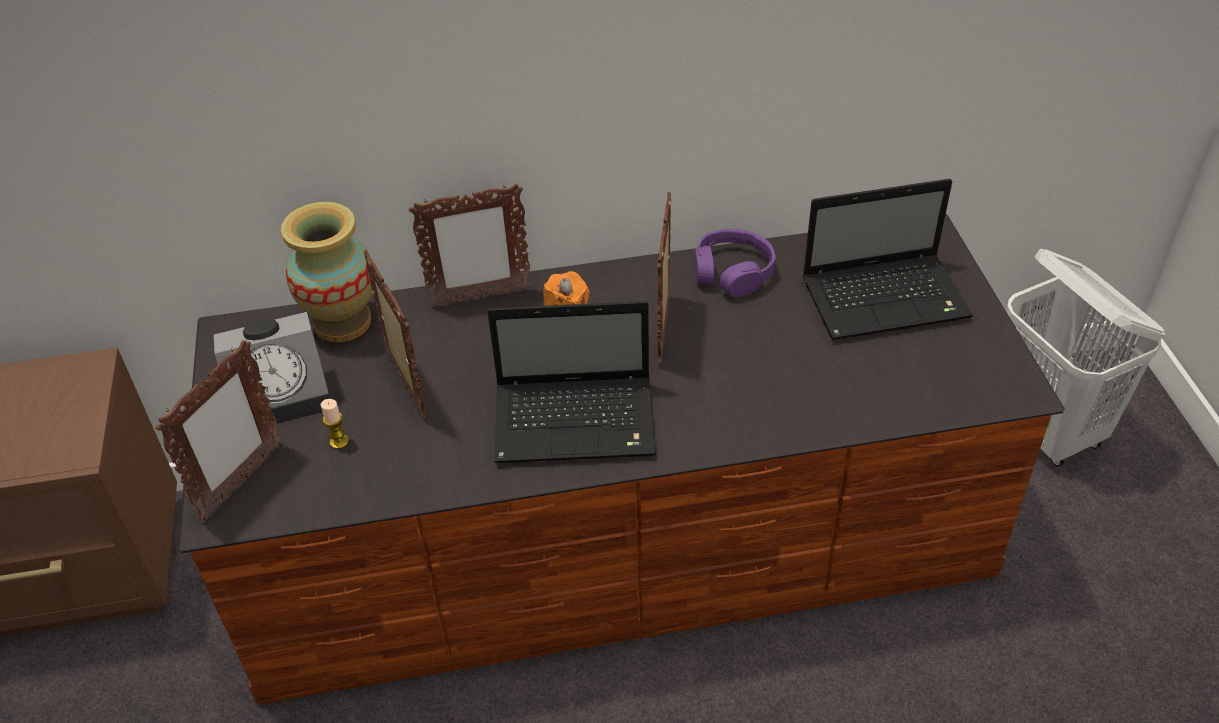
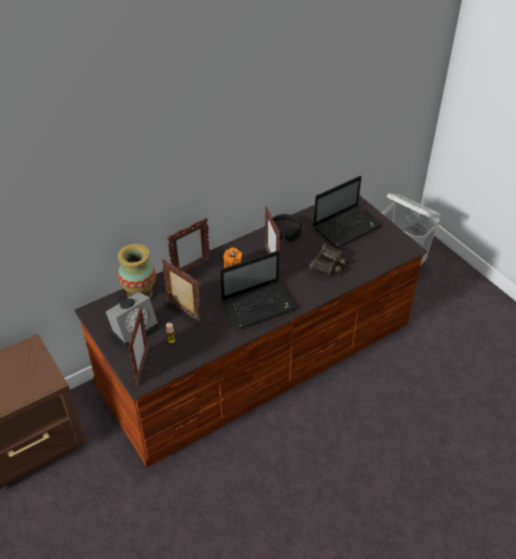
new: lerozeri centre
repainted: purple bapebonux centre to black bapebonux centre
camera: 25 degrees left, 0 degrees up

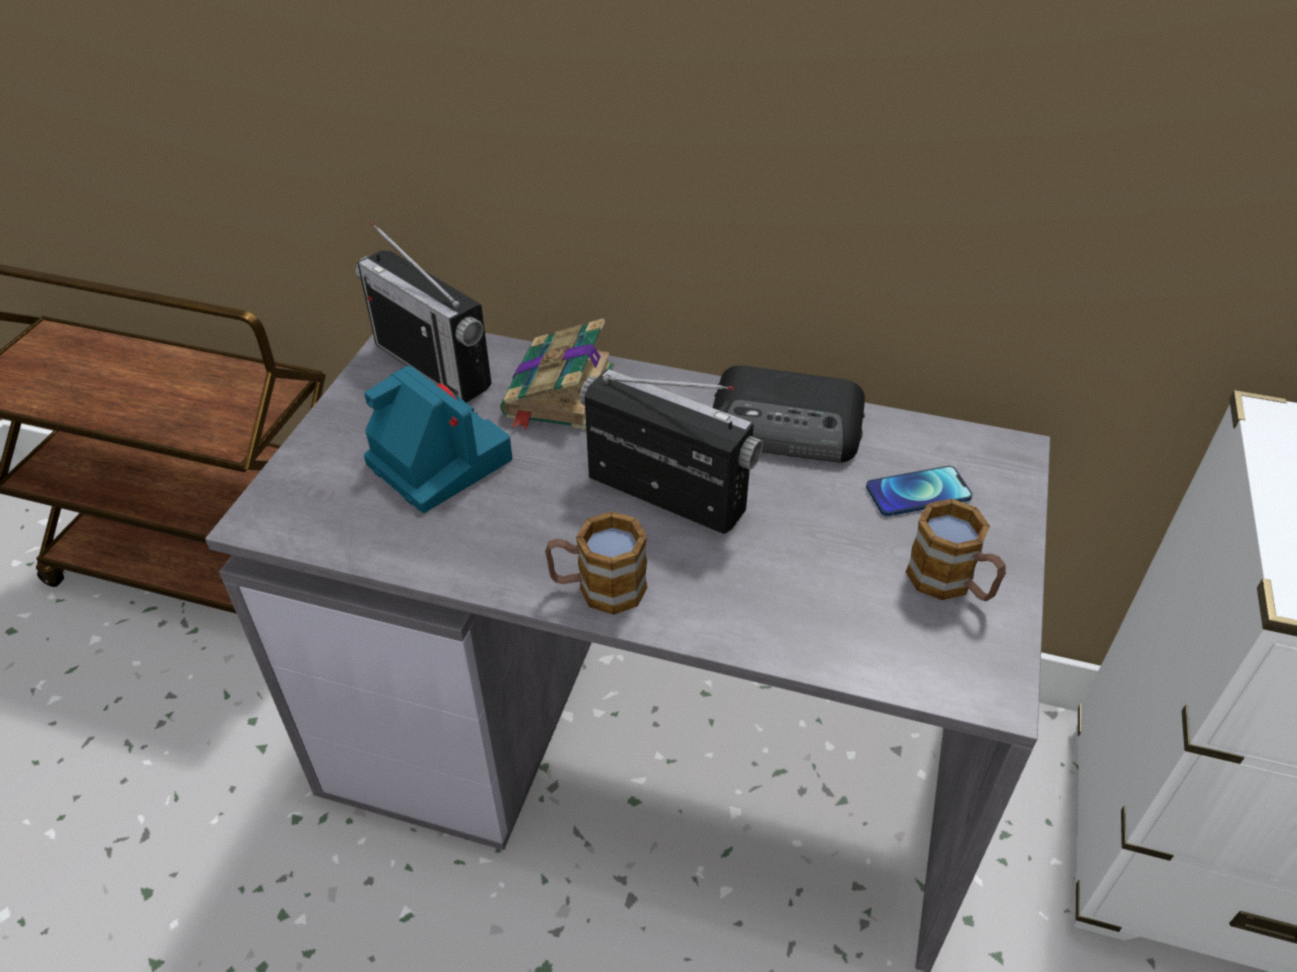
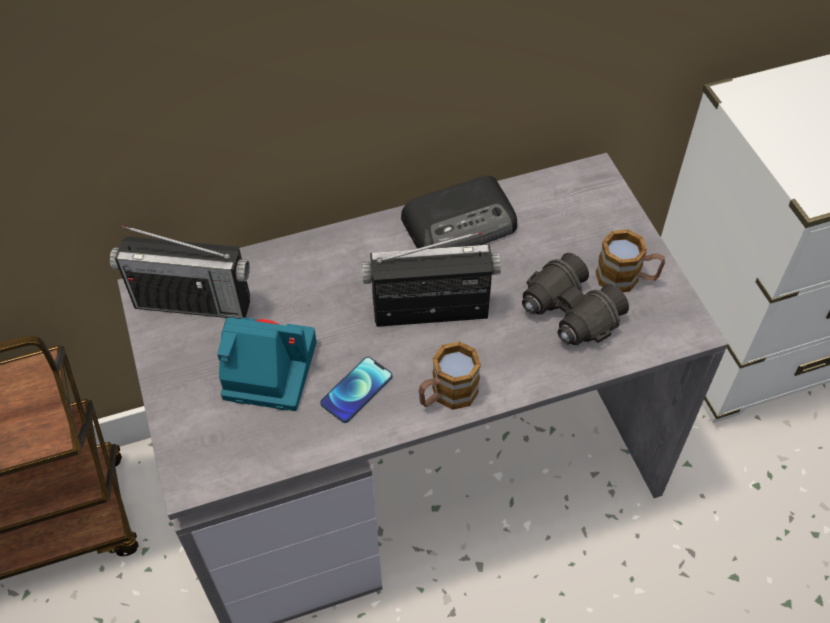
gone: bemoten centre
new: black lerozeri middle right
shifted: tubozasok middle right to centre
camera: 35 degrees left, 10 degrees up

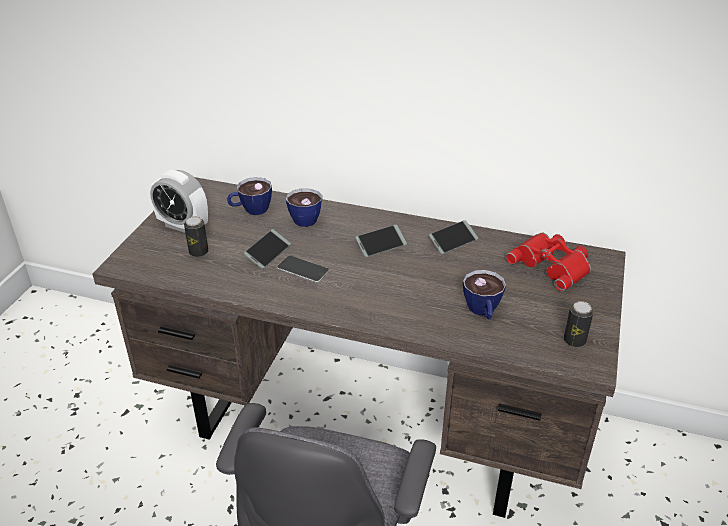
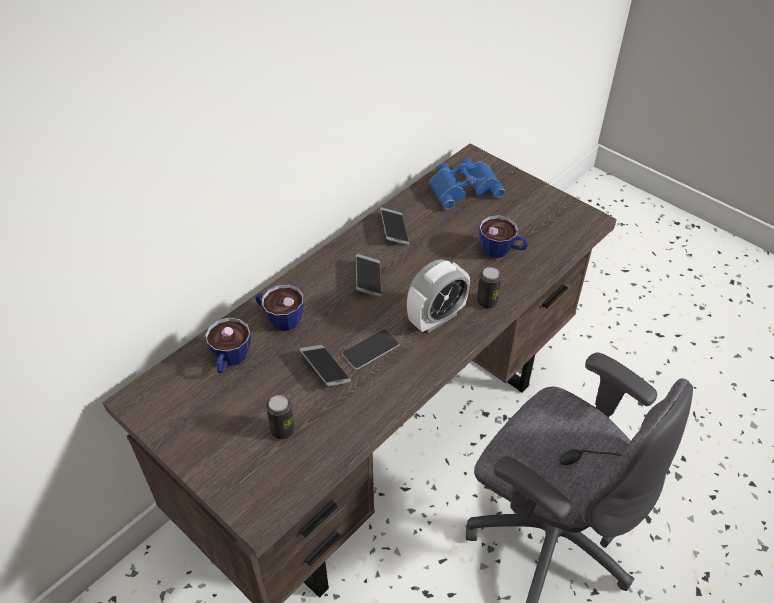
shifted: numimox middle left to centre; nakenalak (no. 2 from left) middle right to centre
repainted: red lerozeri middle right to blue lerozeri top centre
camera: 65 degrees left, 10 degrees up

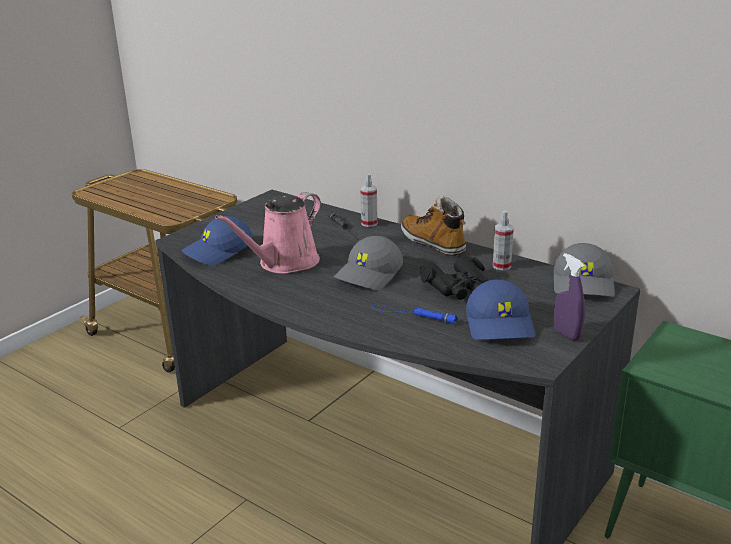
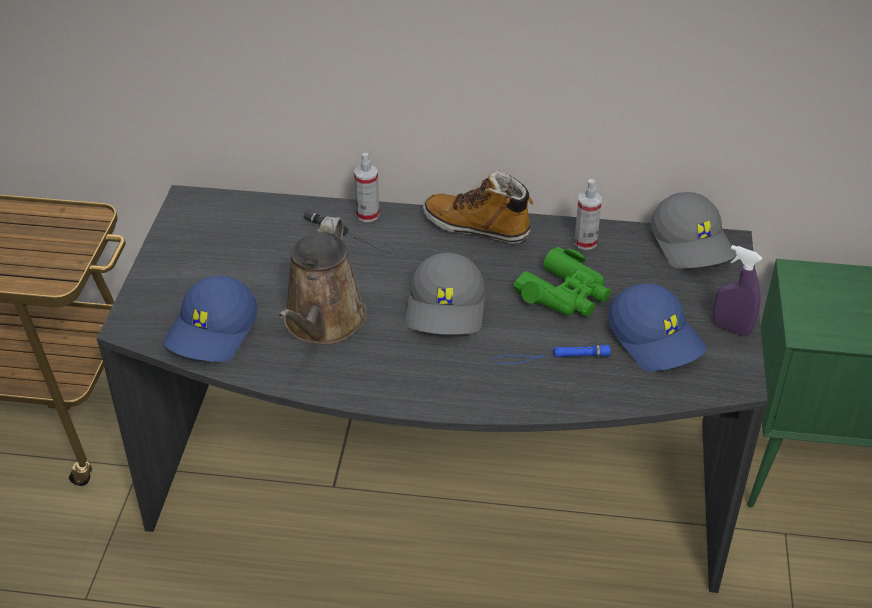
repainted: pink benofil centre to brown benofil centre; black lerozeri centre to green lerozeri centre
camera: 30 degrees left, 15 degrees up

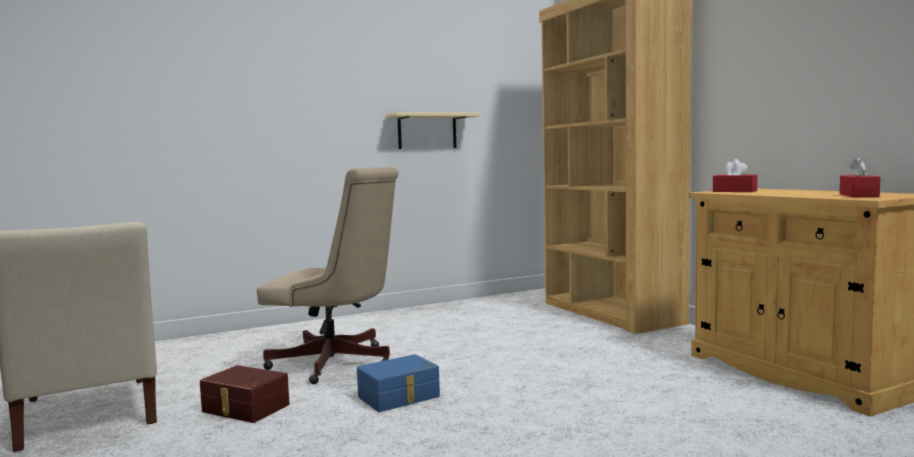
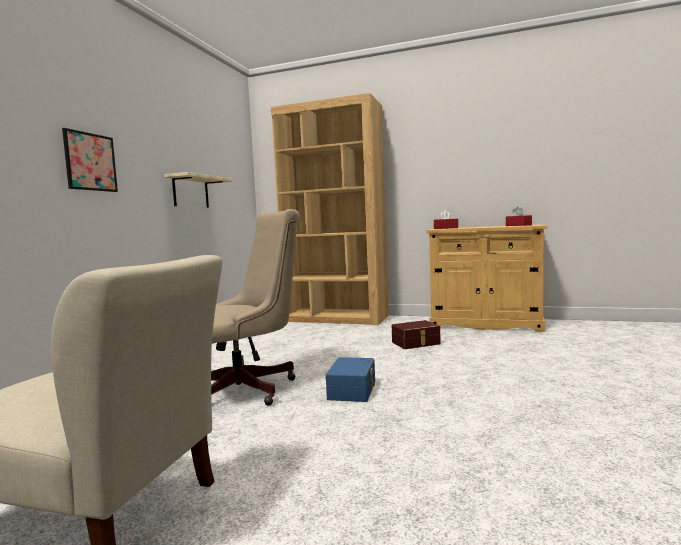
new: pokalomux top left
shifted: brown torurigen bottom left to centre
camera: 45 degrees left, 0 degrees up

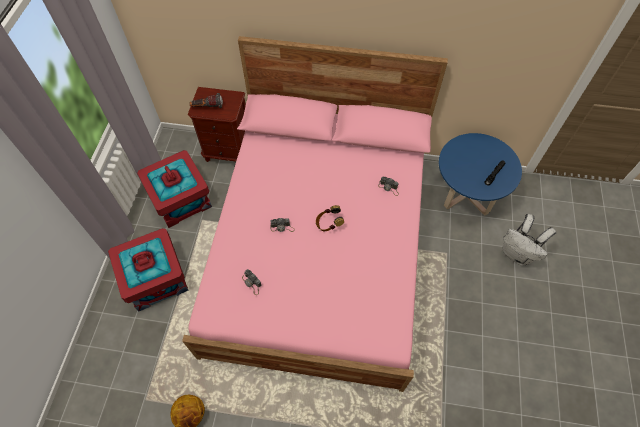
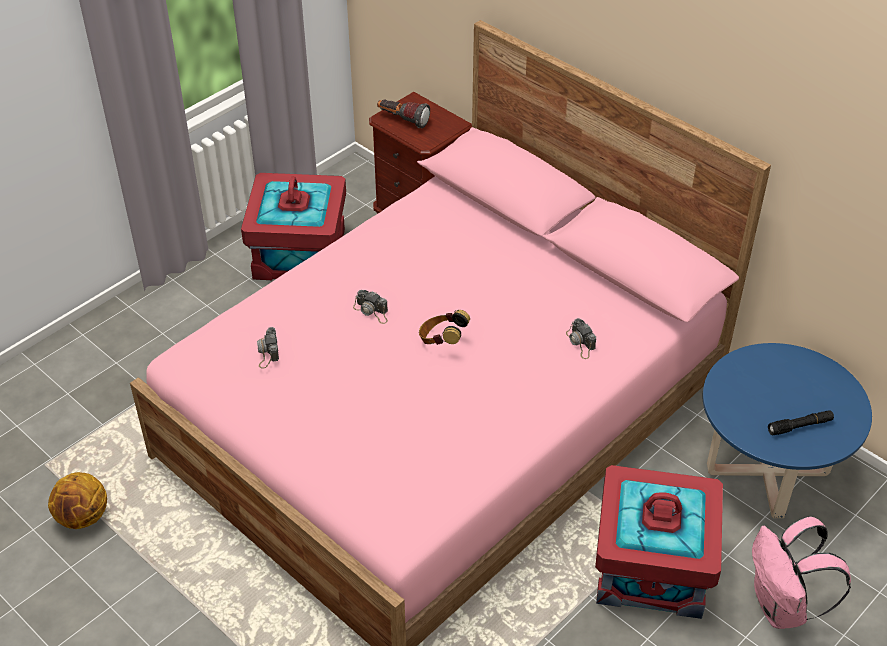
shifted: red torurigen (no. 1 from left in the first image) middle left to red torurigen (no. 2 from left) bottom right
repainted: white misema middle right to pink misema bottom right
camera: 35 degrees right, 15 degrees down

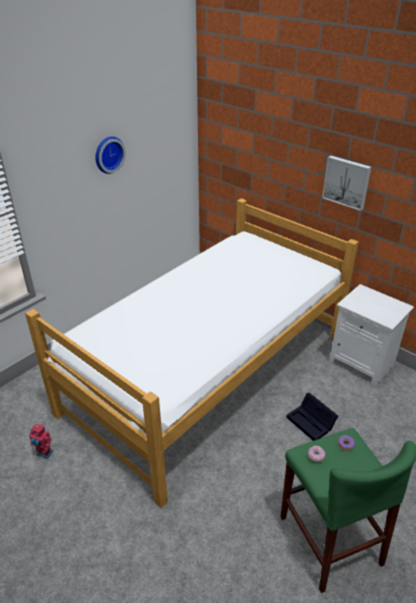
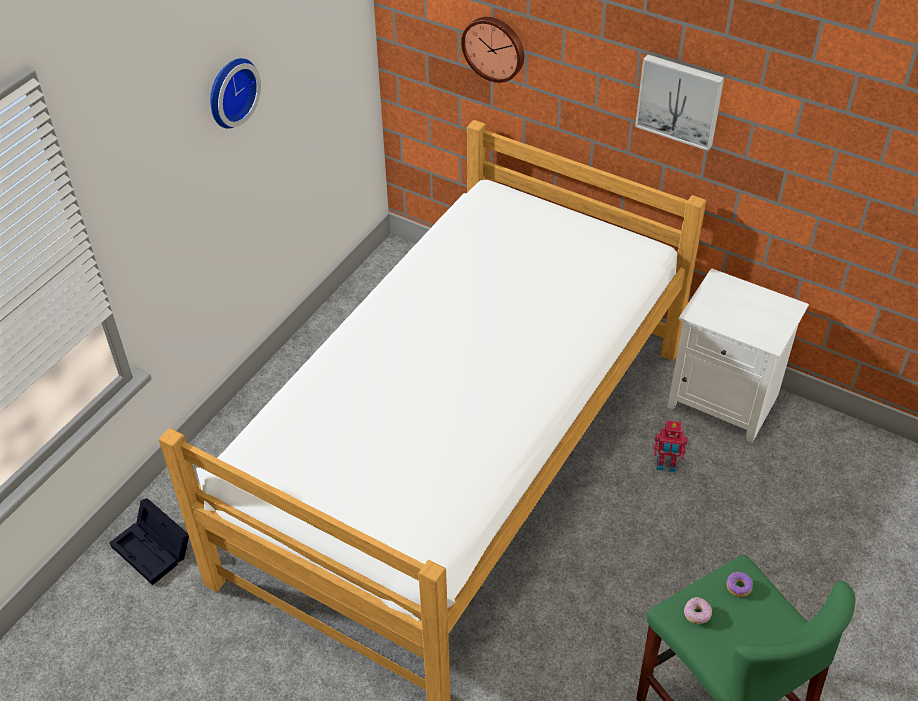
new: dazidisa (no. 2 from left) top centre
shifted: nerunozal bottom left to middle right; black torurigen bottom right to bottom left
camera: 10 degrees left, 10 degrees up

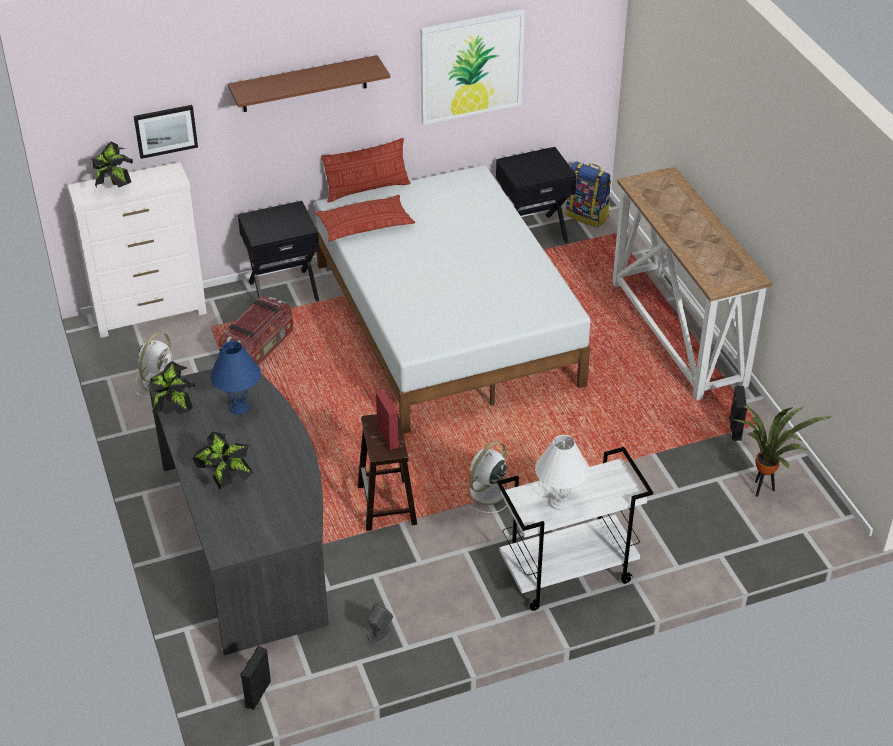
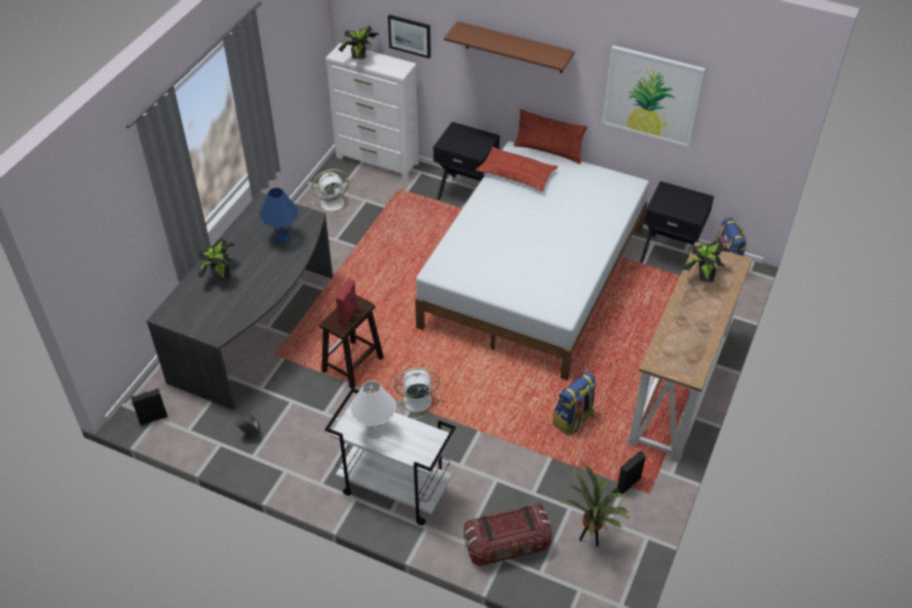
new: misema (no. 1 from left) centre
shifted: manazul (no. 2 from left in the first image) middle left to manazul (no. 4 from left) middle right; torurigen middle left to bottom centre
camera: 45 degrees right, 5 degrees up

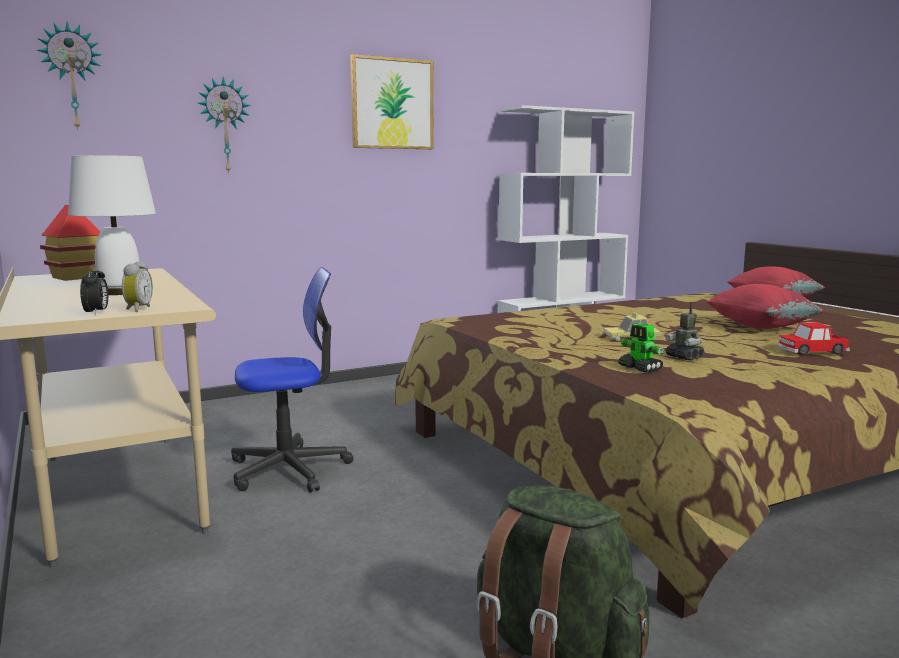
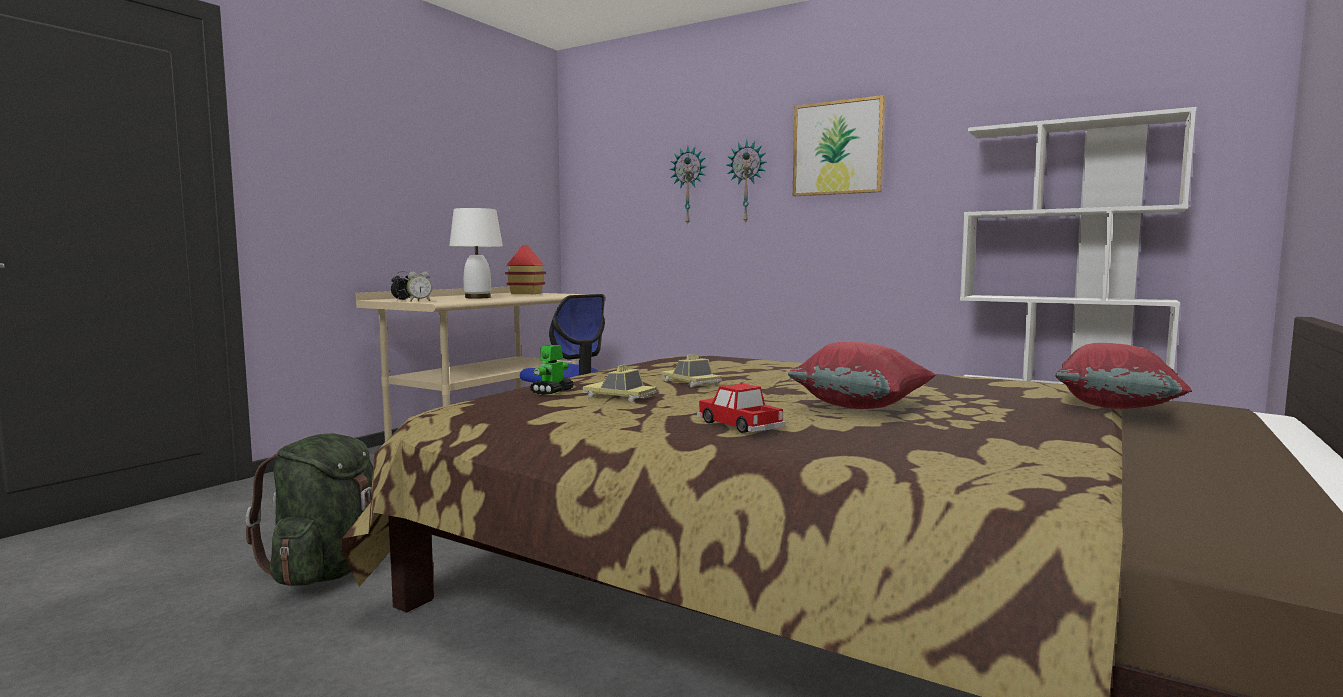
shifted: dazidisa (no. 1 from left in the first image) top left to dazidisa (no. 2 from left) top centre
swapped: nerunozal (no. 2 from left) middle right to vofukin (no. 1 from left) centre
camera: 60 degrees right, 5 degrees down

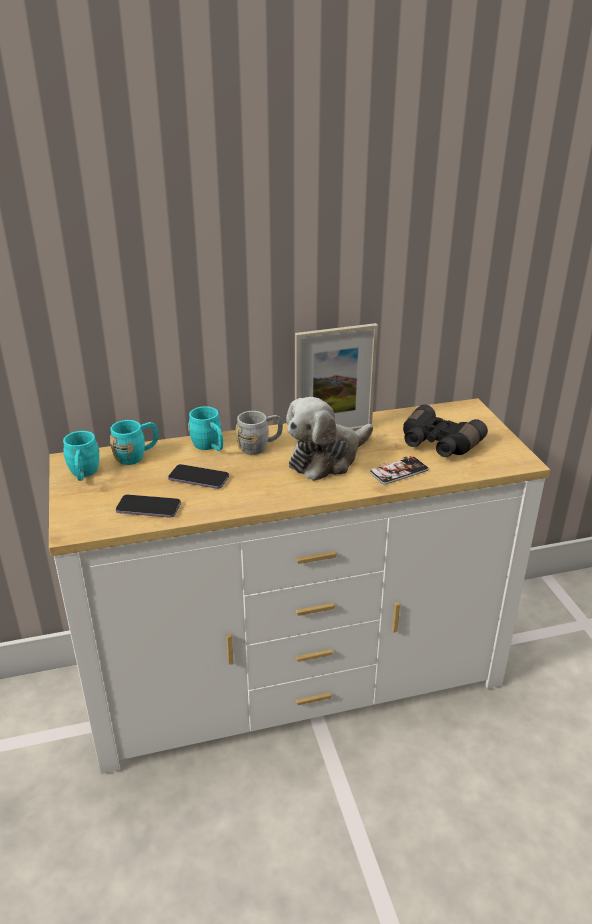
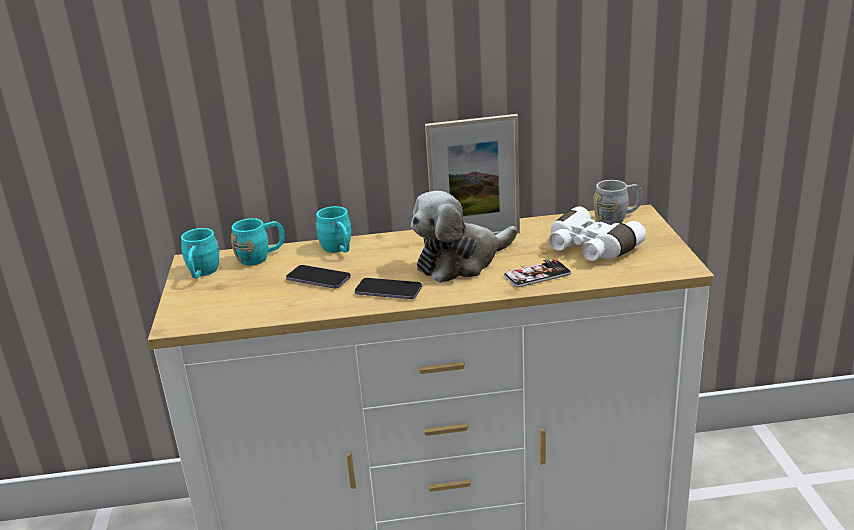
shifted: tubozasok (no. 1 from left in the first image) middle left to tubozasok (no. 2 from left) centre; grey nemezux centre to middle right
repainted: black lerozeri middle right to white lerozeri middle right
camera: 10 degrees right, 5 degrees down

